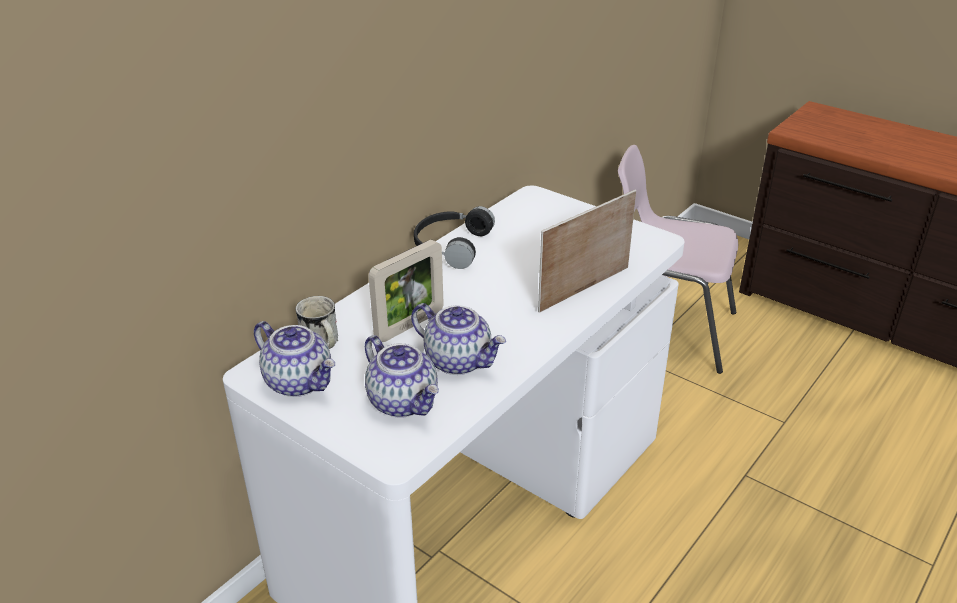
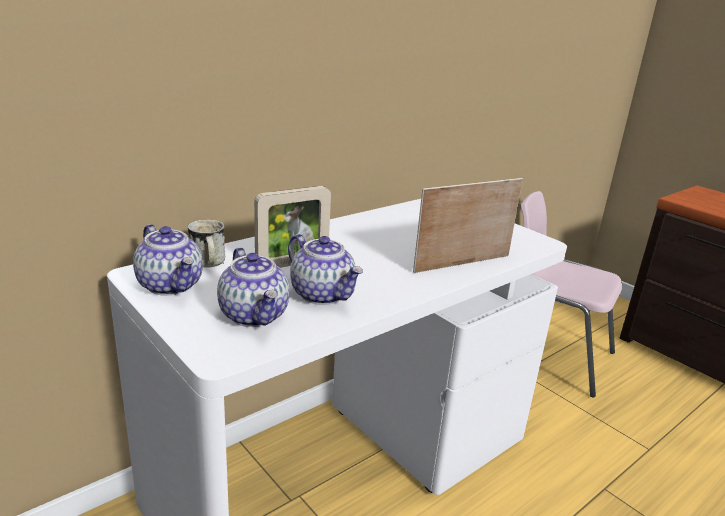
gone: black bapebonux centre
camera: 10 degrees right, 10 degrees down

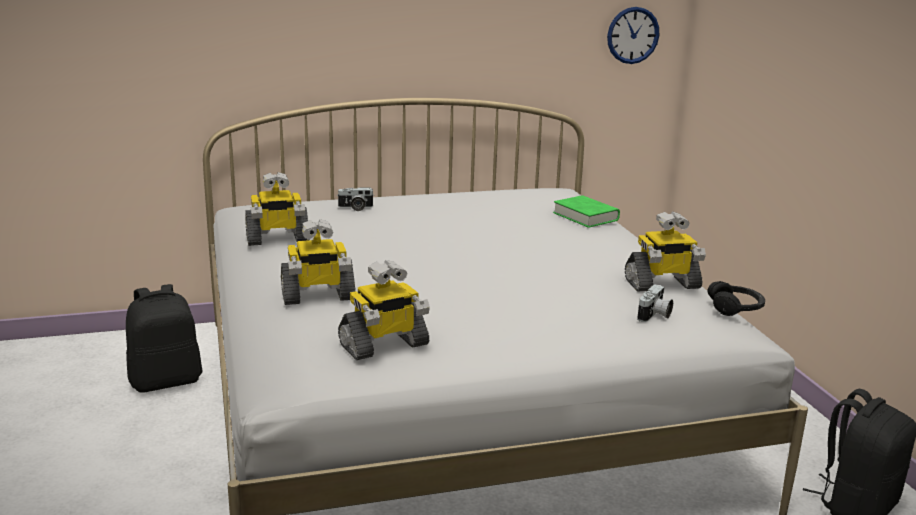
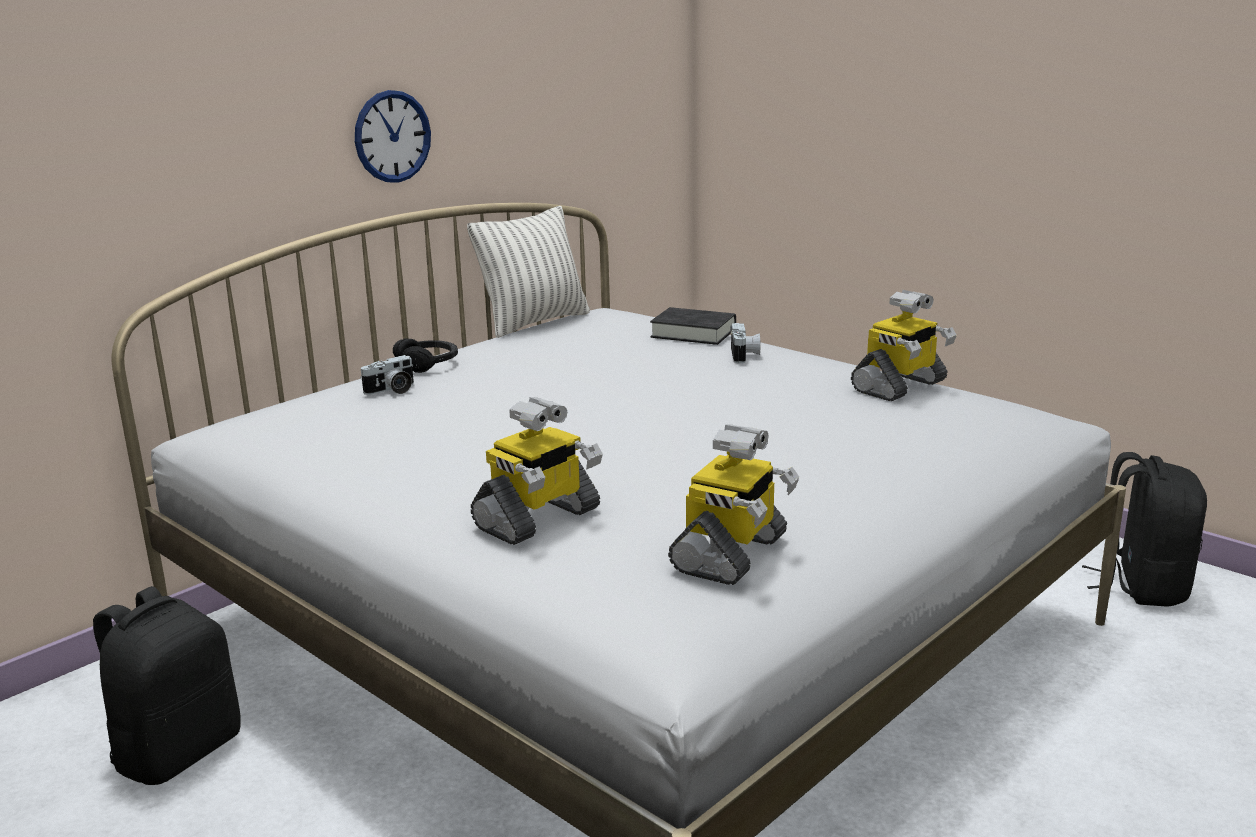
gone: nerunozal (no. 1 from left) middle left
new: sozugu top centre
shifted: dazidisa top right to top left; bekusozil (no. 2 from left) middle right to centre; black bapebonux middle right to centre
repainted: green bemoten centre to black bemoten centre
camera: 30 degrees left, 0 degrees up

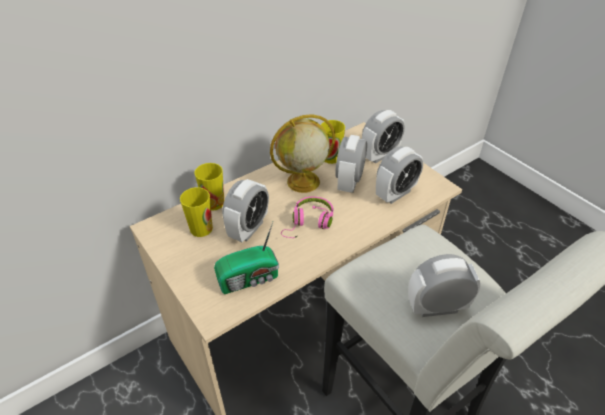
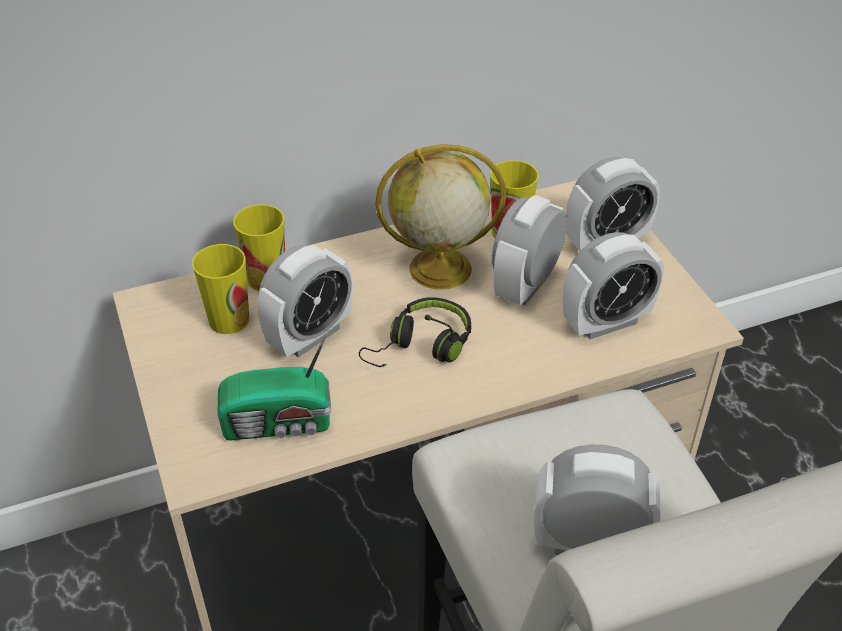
repainted: pink bapebonux centre to black bapebonux centre
camera: 15 degrees right, 0 degrees up

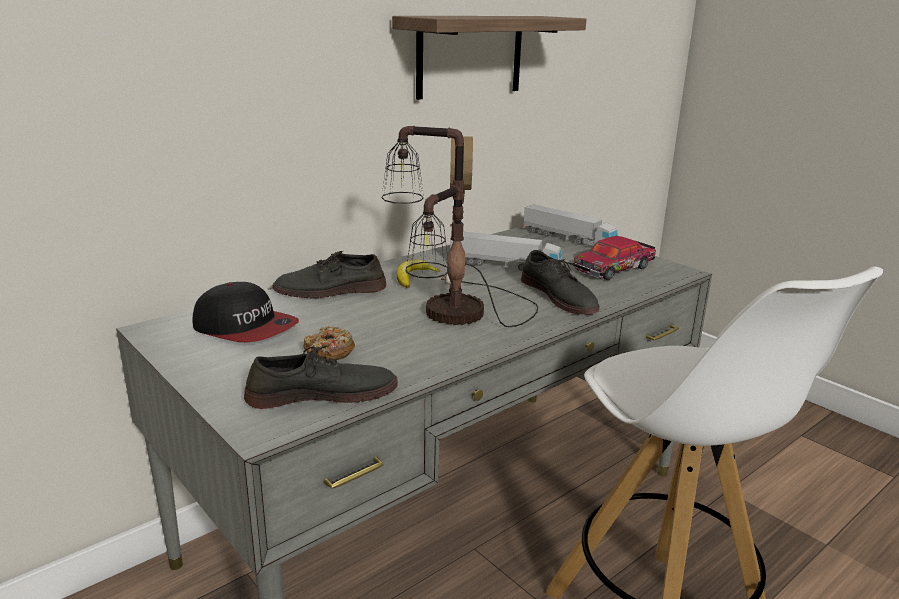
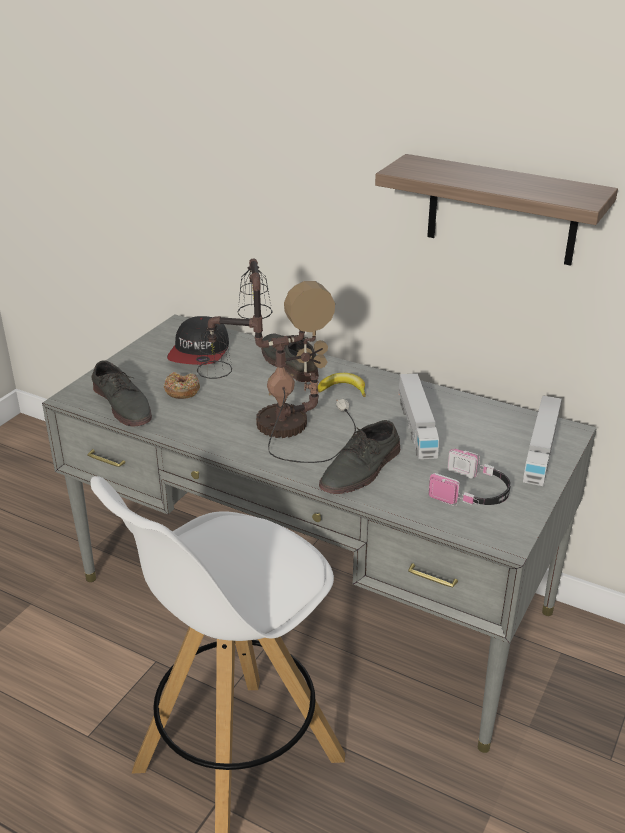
swapped: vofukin middle right to bapebonux middle right
camera: 70 degrees right, 10 degrees up

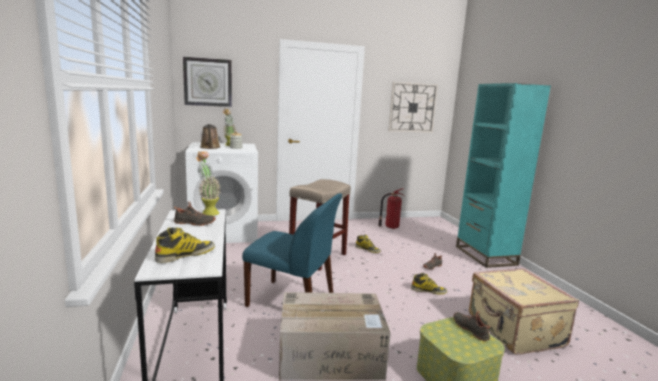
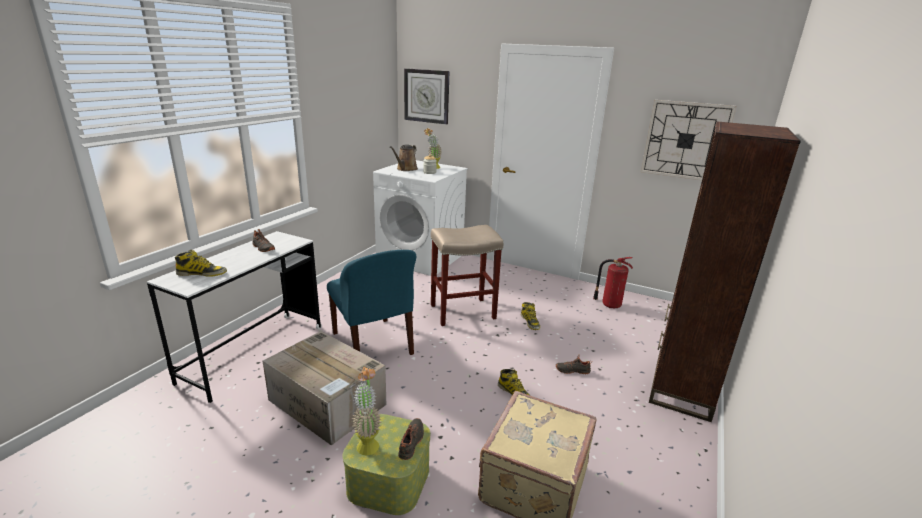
shifted: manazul (no. 1 from left) middle left to bottom centre
repainted: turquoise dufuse middle right to brown dufuse middle right
camera: 40 degrees right, 10 degrees up

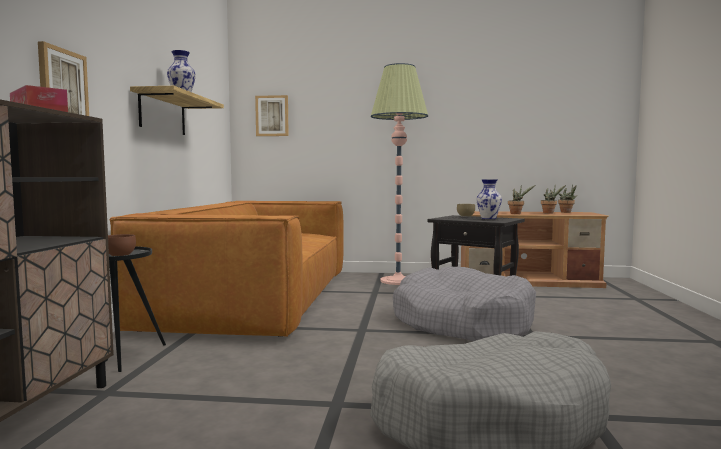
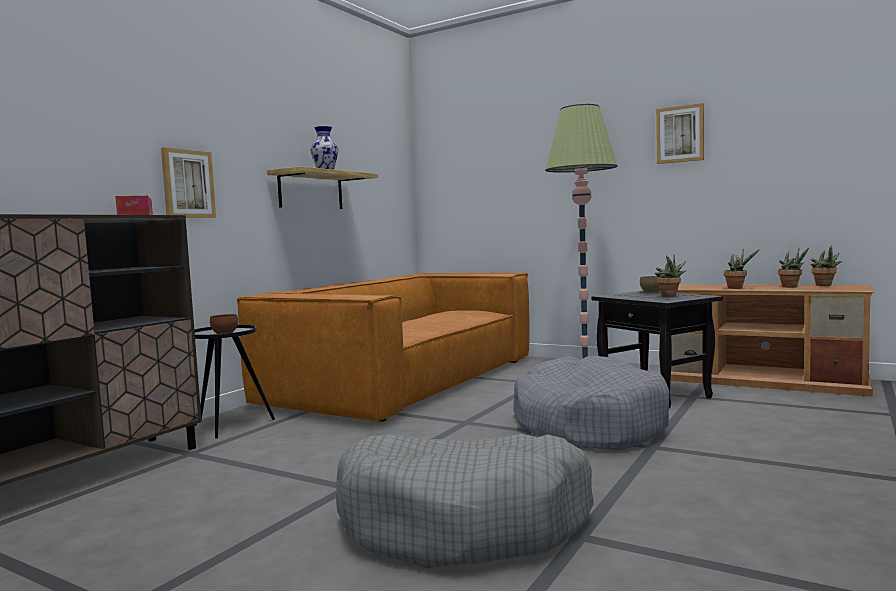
shifted: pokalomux (no. 2 from left) top centre to top right
swapped: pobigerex (no. 2 from left) middle right to manazul (no. 1 from left) middle right
camera: 25 degrees right, 0 degrees up

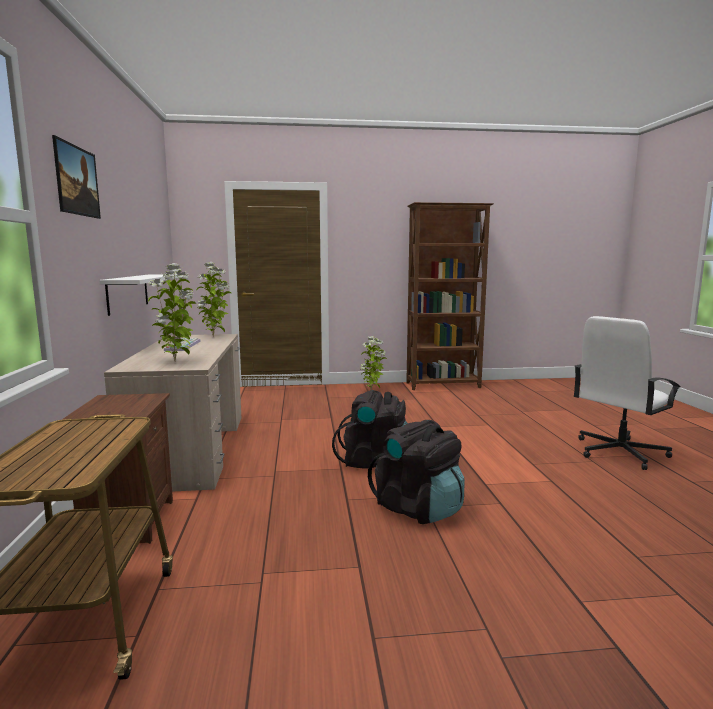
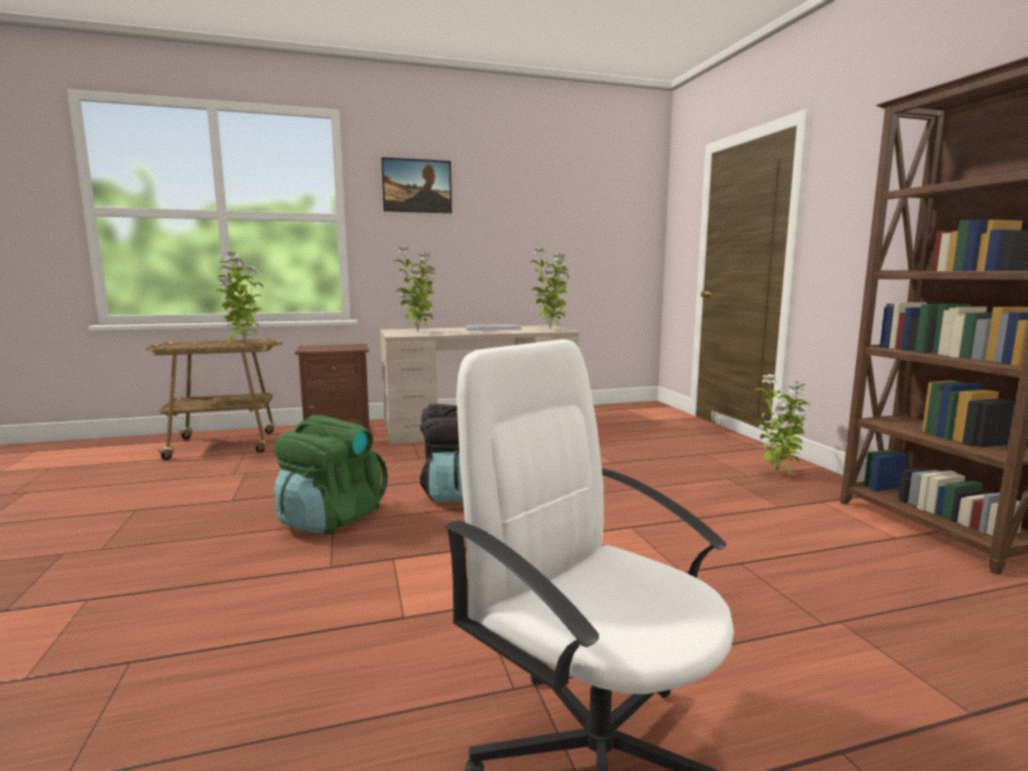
gone: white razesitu middle left
new: manazul (no. 1 from left) middle left
repainted: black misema (no. 2 from left) centre to green misema middle left
camera: 80 degrees right, 0 degrees up

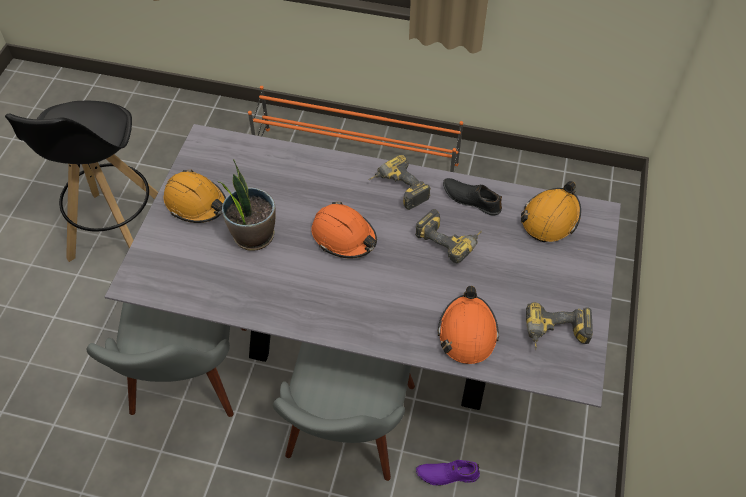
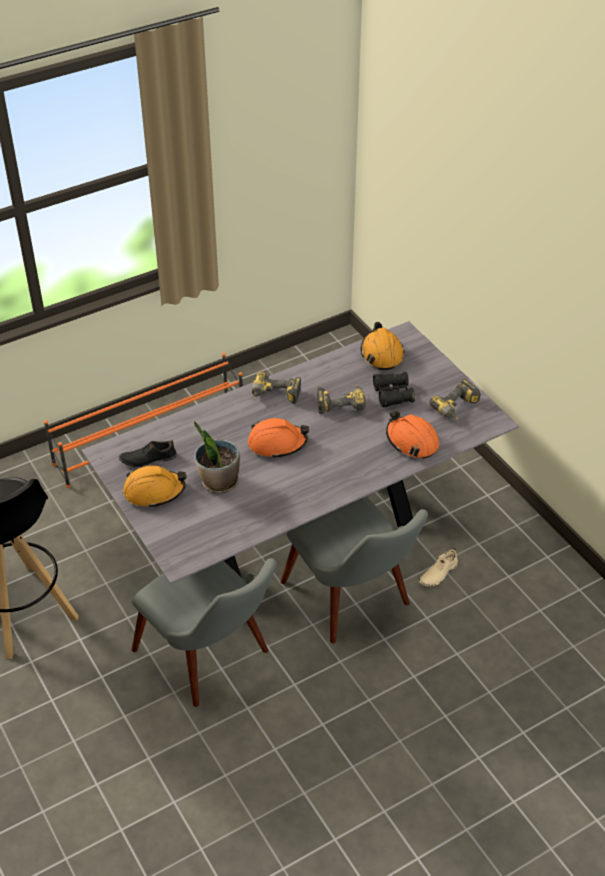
new: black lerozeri centre
shifted: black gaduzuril centre to middle left
repainted: purple gaduzuril bottom centre to beige gaduzuril middle right
camera: 45 degrees left, 10 degrees down

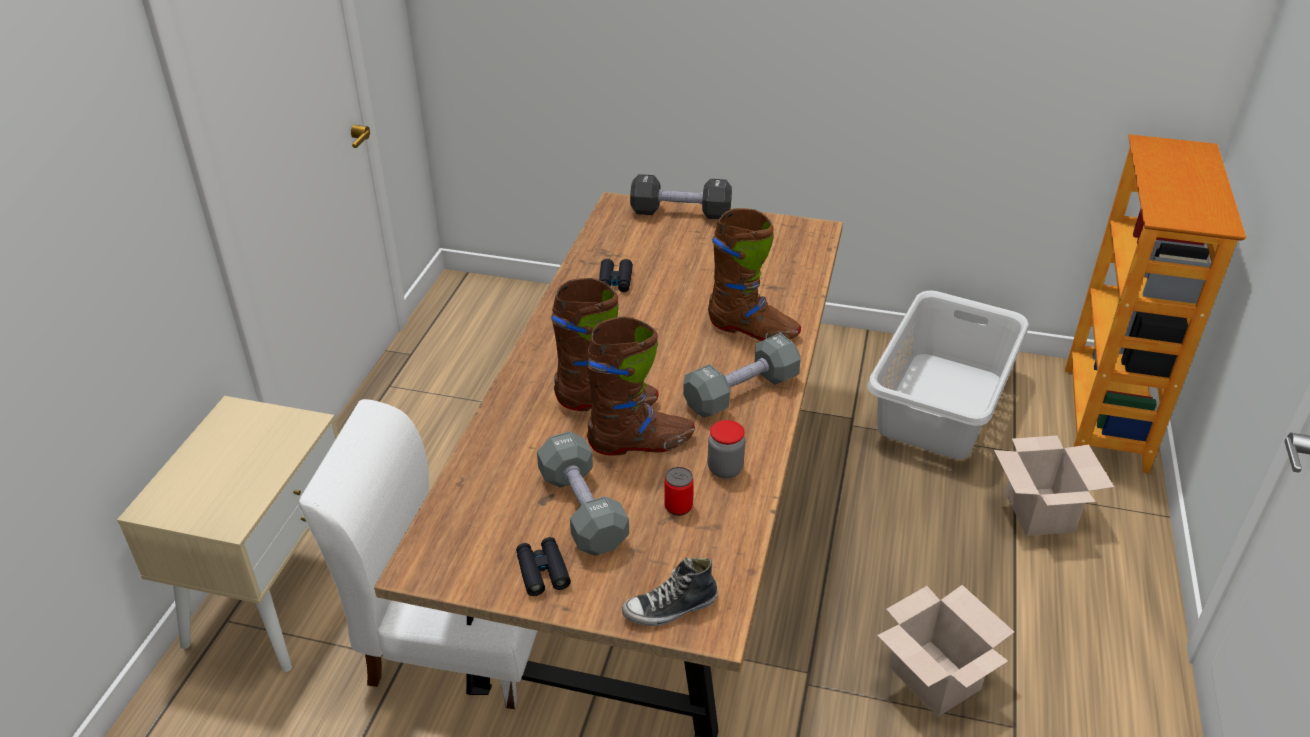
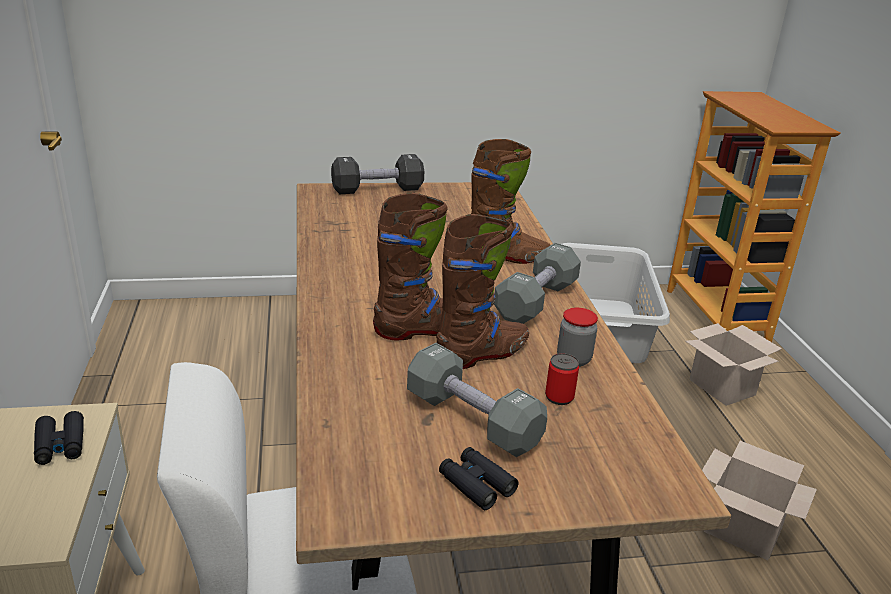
gone: gaduzuril bottom centre
shifted: black lerozeri (no. 2 from left in the first image) centre to black lerozeri (no. 1 from left) bottom left
camera: 25 degrees left, 10 degrees down

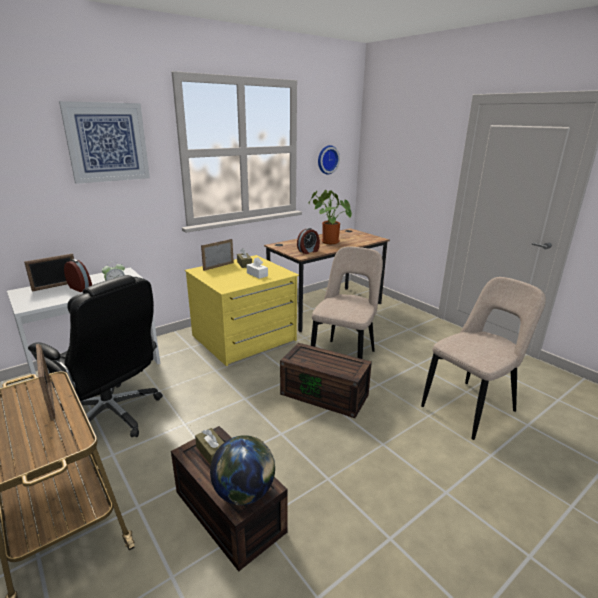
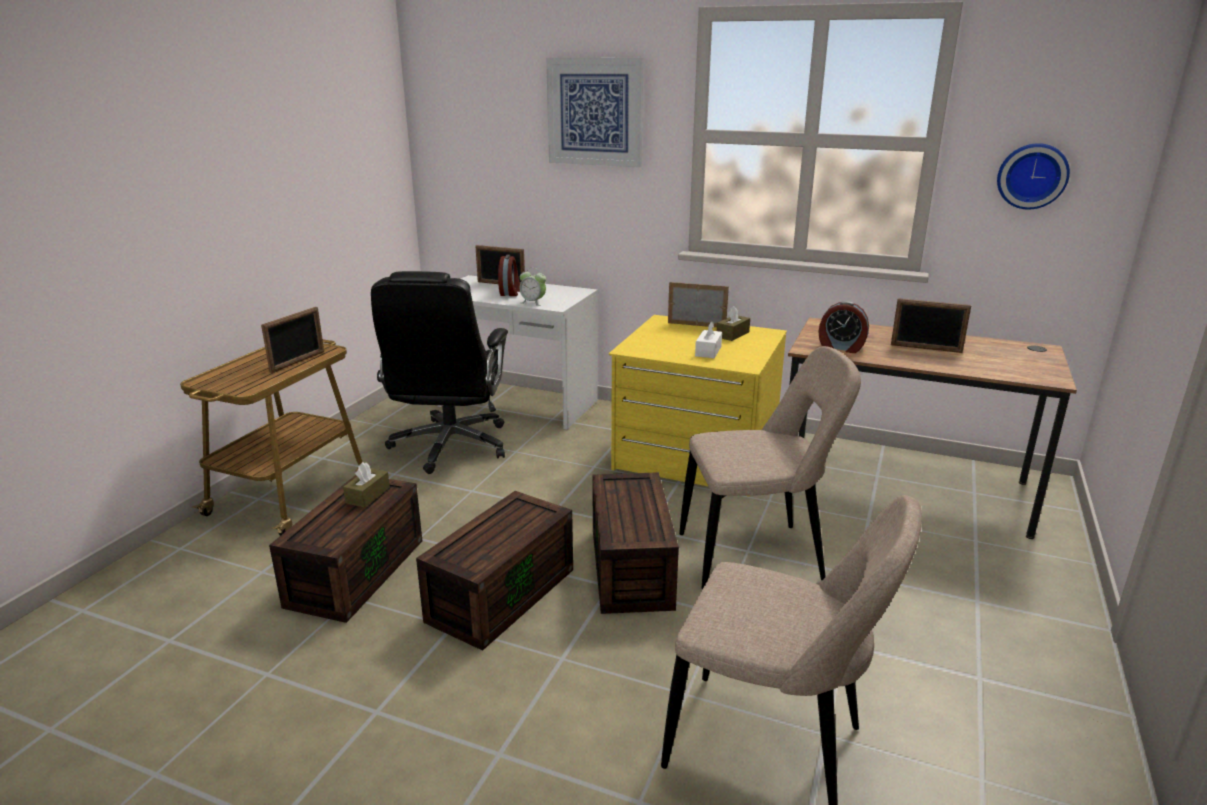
gone: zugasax bottom centre
new: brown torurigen (no. 2 from left) bottom centre
swapped: manazul centre to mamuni (no. 4 from left) middle right
camera: 60 degrees right, 0 degrees up

